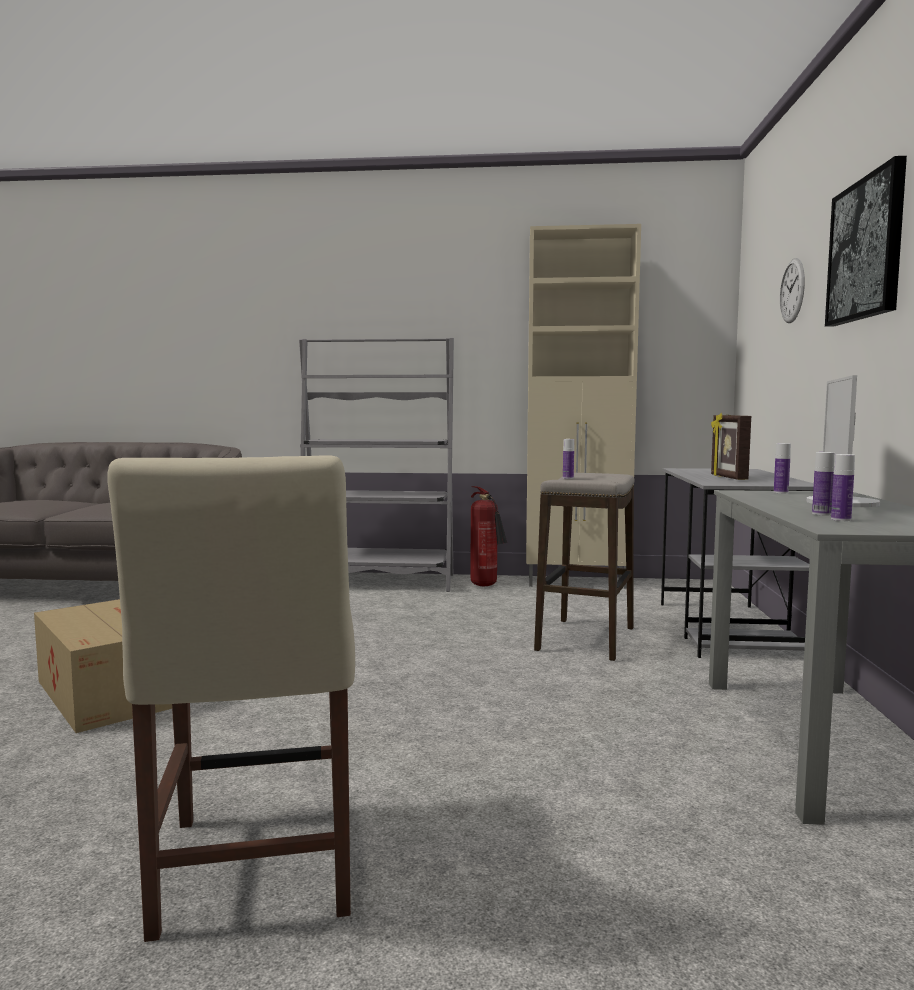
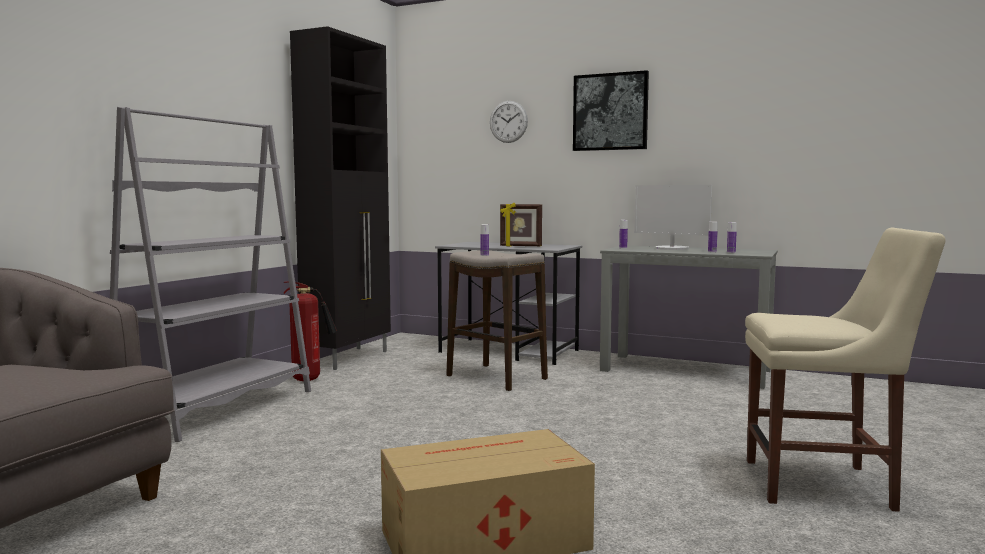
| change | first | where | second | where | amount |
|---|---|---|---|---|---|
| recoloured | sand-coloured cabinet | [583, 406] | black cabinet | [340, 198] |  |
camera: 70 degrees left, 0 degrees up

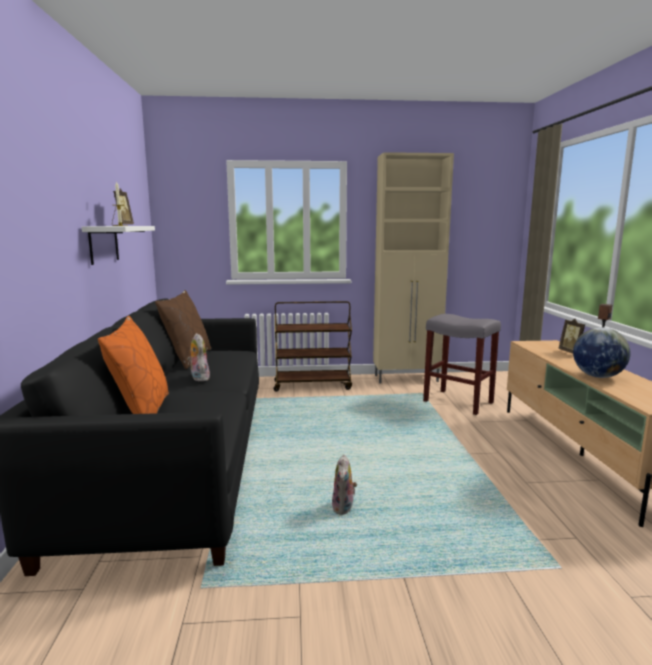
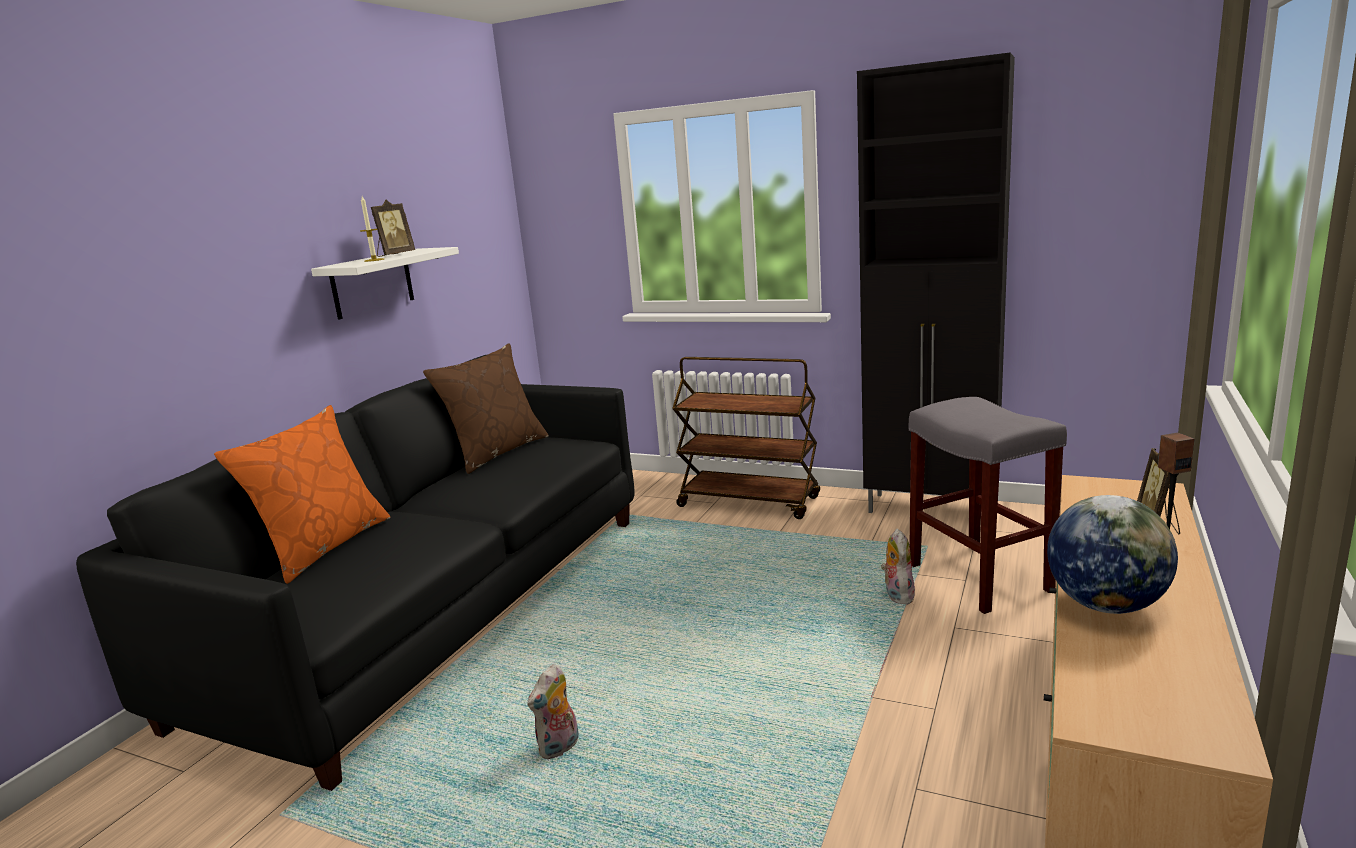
| change | first | where | second | where | amount |
|---|---|---|---|---|---|
| moved | soft toy | [198, 357] |  | [898, 567] |  |
| recoloured | sand-coloured cabinet | [413, 267] | black cabinet | [936, 283] |  |
camera: 30 degrees right, 5 degrees up

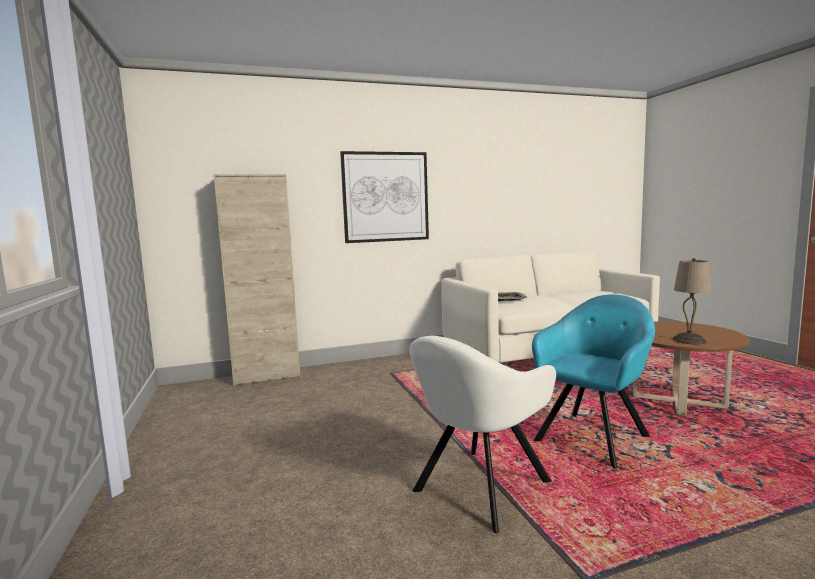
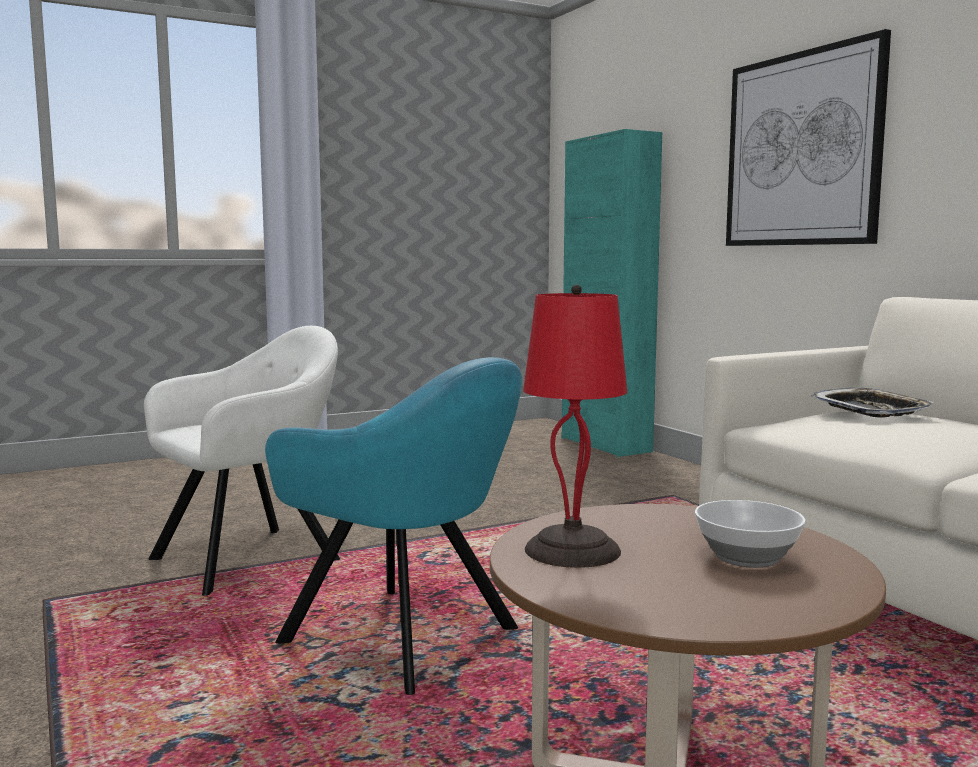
| change | first | where | second | where | amount |
|---|---|---|---|---|---|
| added |  |  | bowl | [750, 534] |  |
| recoloured | sand-coloured cabinet | [257, 280] | blue-green cabinet | [612, 293] |  |
| recoloured | sand-coloured tabletop lamp | [691, 301] | reddish tabletop lamp | [575, 426] |  |
| turned | whitish armchair | [483, 434] |  | [242, 461] | 105 degrees clockwise |
camera: 80 degrees right, 0 degrees up

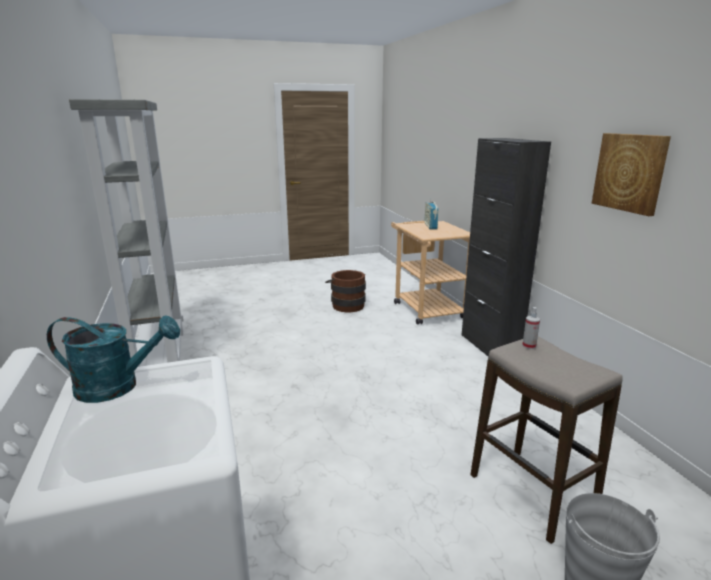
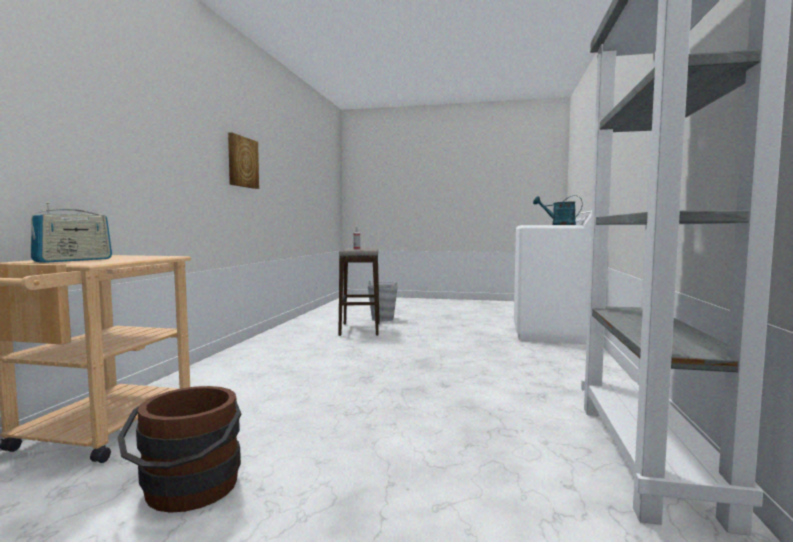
| change | first | where | second | where | amount |
|---|---|---|---|---|---|
| removed | black cabinet | [506, 247] |  |  |  |
camera: 150 degrees left, 15 degrees down

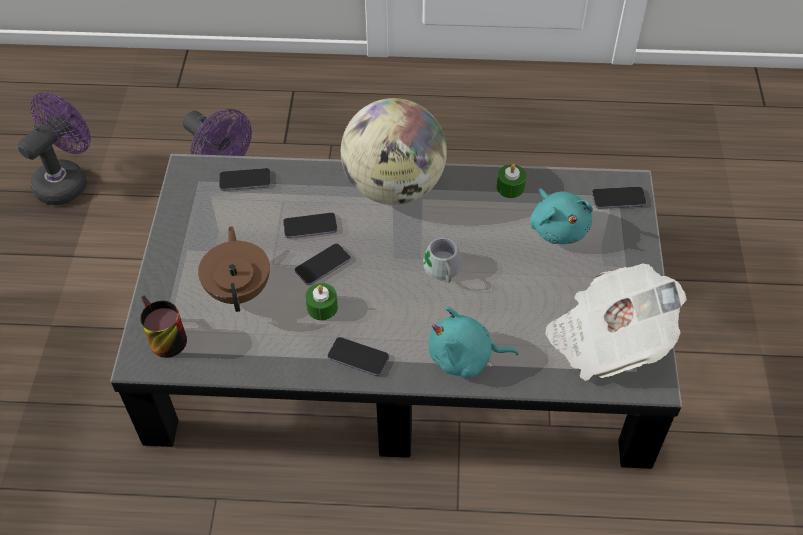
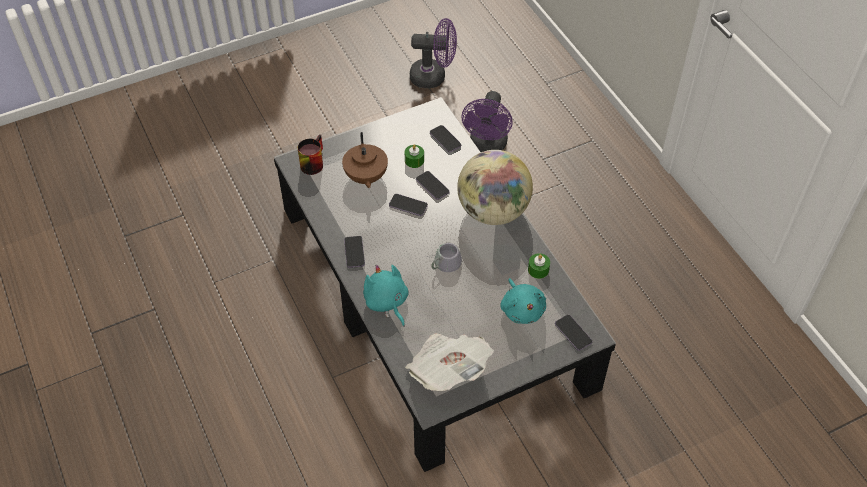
| change | first | where | second | where | amount |
|---|---|---|---|---|---|
| moved | green-coloured candle | [321, 301] |  | [414, 156] |  |
| turned | brown-coloured tea pot | [234, 269] |  | [365, 160] | 120 degrees clockwise |
| turned | blue-green soft toy | [561, 216] |  | [523, 301] | 60 degrees counterclockwise |
camera: 60 degrees right, 0 degrees up

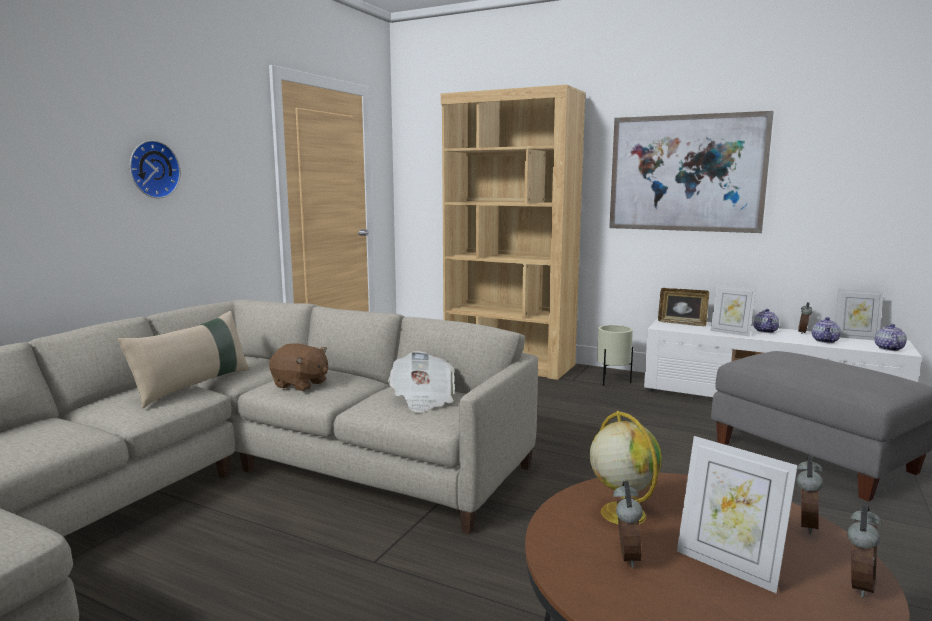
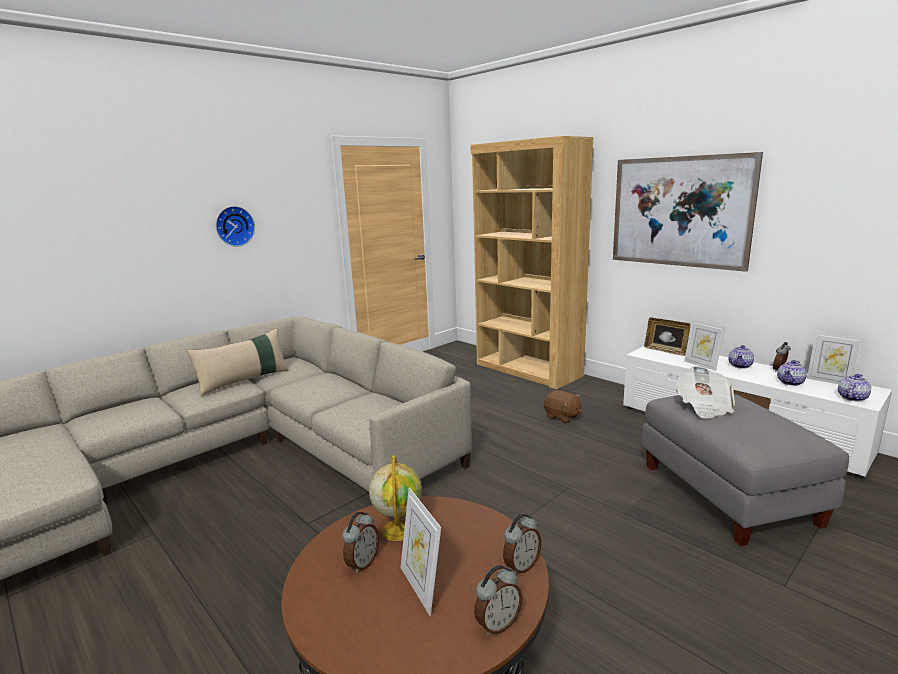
| change | first | where | second | where | amount |
|---|---|---|---|---|---|
| removed | sand-coloured plant pot | [615, 355] |  |  |  |
| moved | brown-coloured soft toy | [298, 367] |  | [563, 406] |  |
| moved | daily paper | [421, 382] |  | [705, 392] |  |
camera: 20 degrees right, 5 degrees up

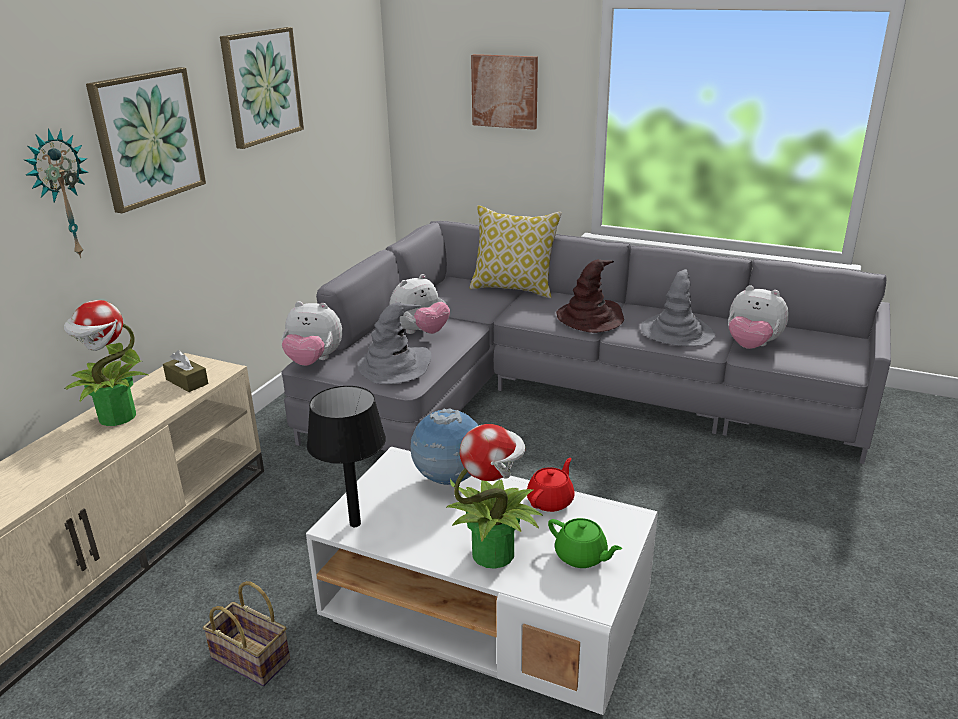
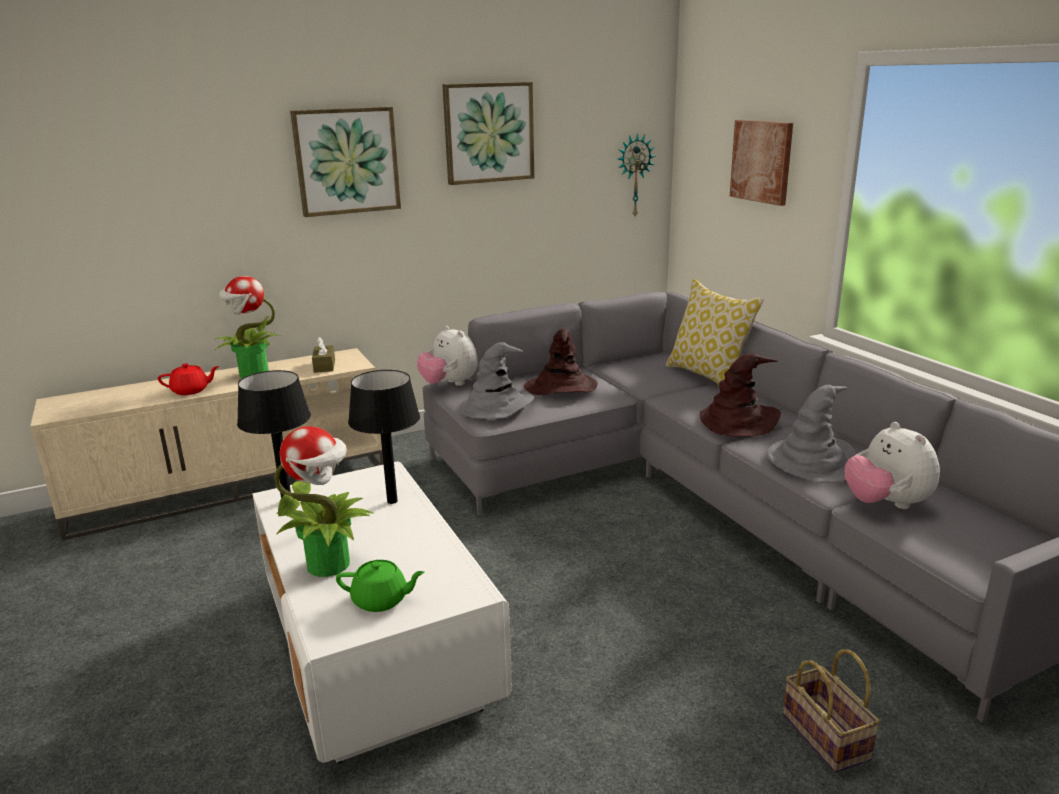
| change | first | where | second | where | amount |
|---|---|---|---|---|---|
| moved | wall clock | [56, 193] |  | [636, 174] |  |
| moved | household basket | [246, 633] |  | [831, 711] |  |
| moved | reddish tea pot | [551, 485] |  | [188, 379] |  |
| replaced | soft toy | [420, 304] | brown-coloured hat | [561, 361] |  |
| replaced | globe | [444, 446] | black tabletop lamp | [384, 437] |  |
| turned | green-coloured tea pot | [585, 543] |  | [380, 586] | 75 degrees counterclockwise |
camera: 40 degrees right, 5 degrees down

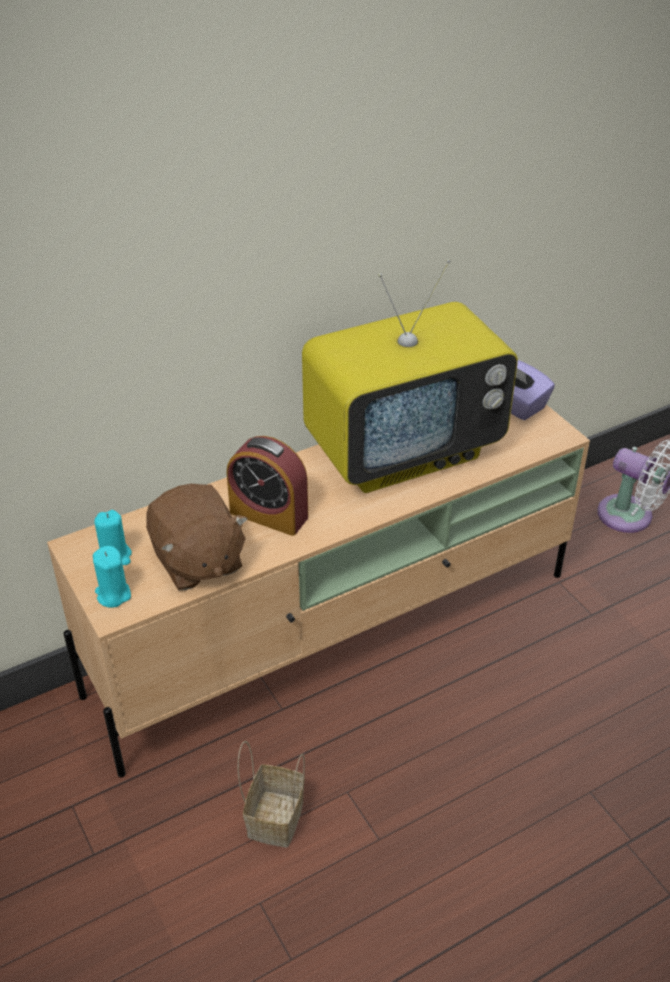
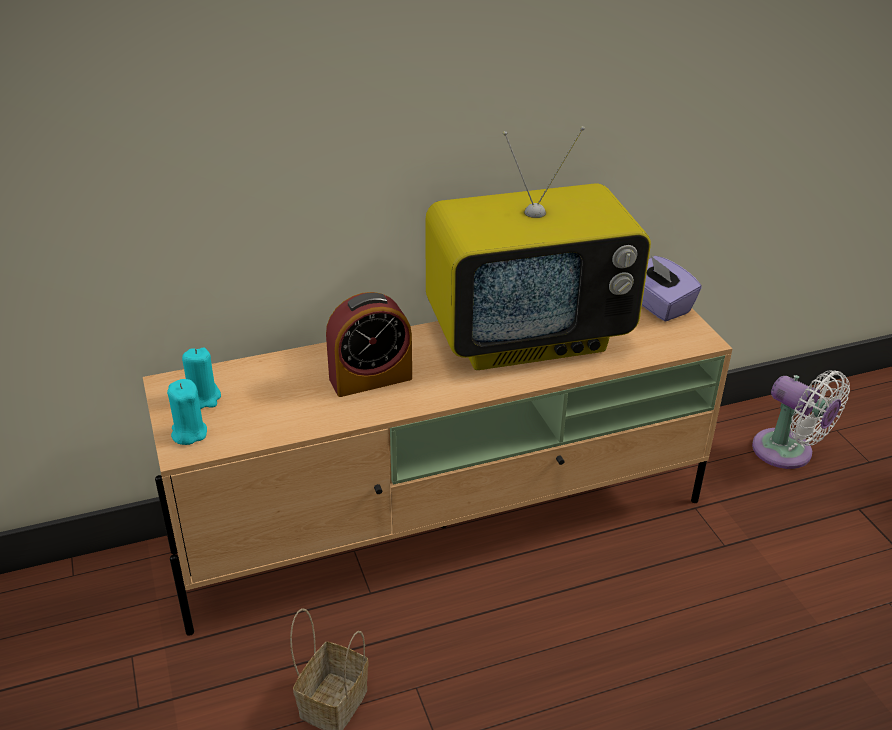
| change | first | where | second | where | amount |
|---|---|---|---|---|---|
| removed | brown-coloured soft toy | [197, 537] |  |  |  |
| turned | table clock | [267, 486] |  | [369, 344] | 60 degrees counterclockwise |
camera: 10 degrees right, 5 degrees down

